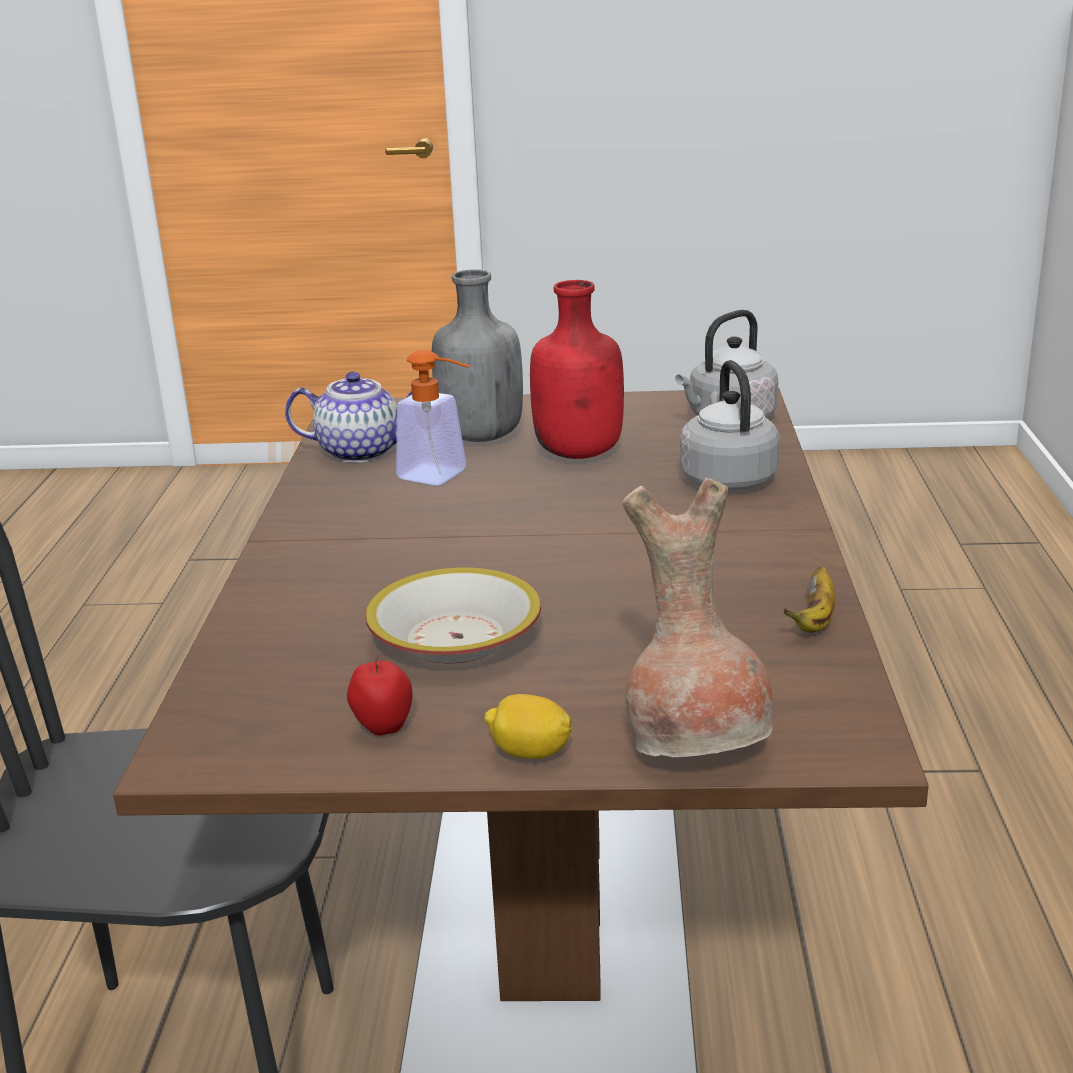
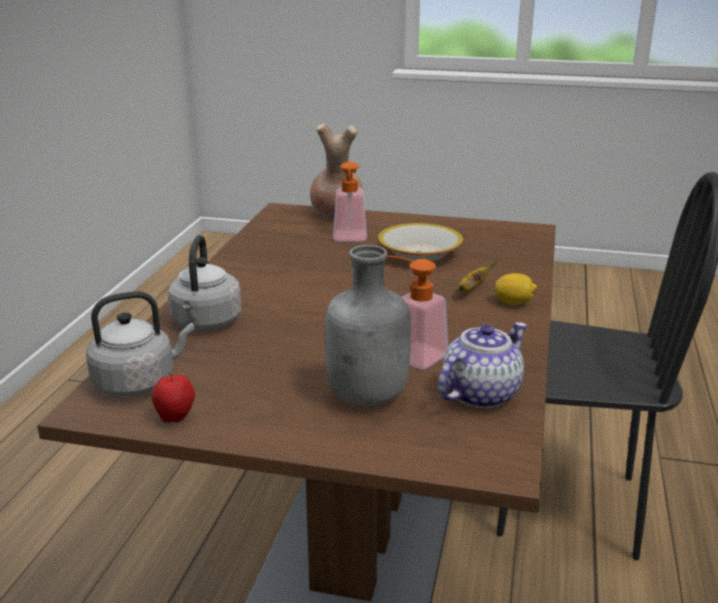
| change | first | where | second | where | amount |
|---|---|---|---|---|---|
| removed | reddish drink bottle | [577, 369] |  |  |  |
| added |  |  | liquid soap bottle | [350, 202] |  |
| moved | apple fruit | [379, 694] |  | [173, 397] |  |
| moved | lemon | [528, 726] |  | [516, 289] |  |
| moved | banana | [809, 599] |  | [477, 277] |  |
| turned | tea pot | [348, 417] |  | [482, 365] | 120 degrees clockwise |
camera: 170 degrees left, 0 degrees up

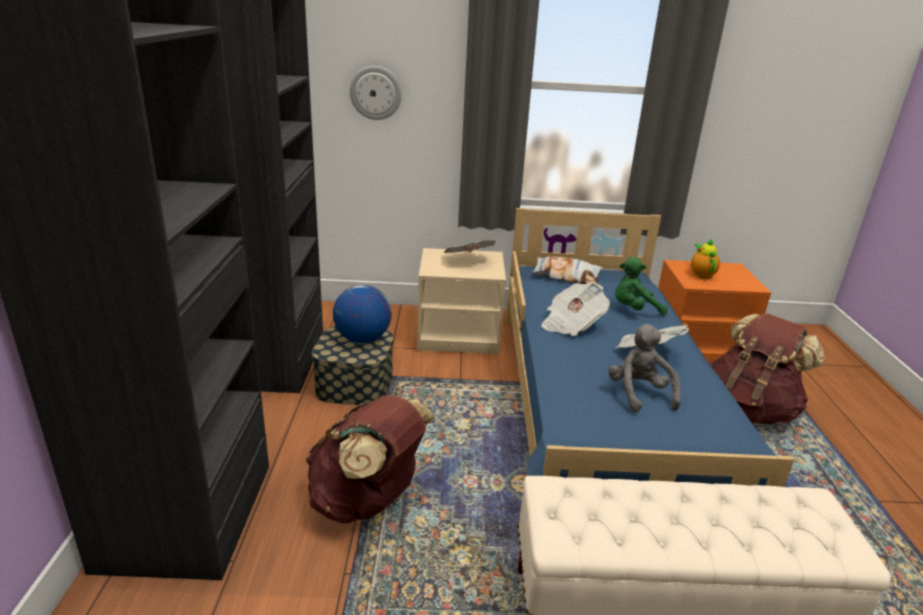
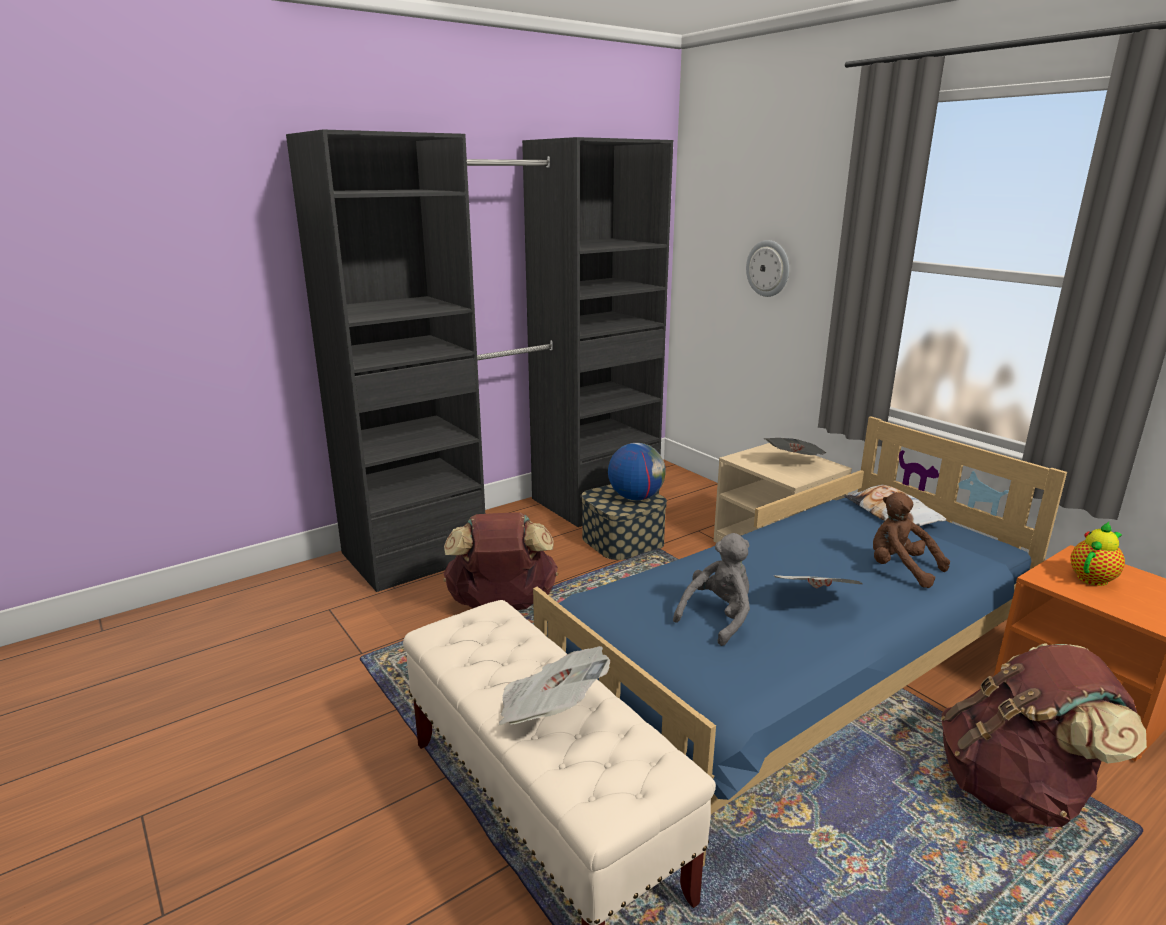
| change | first | where | second | where | amount |
|---|---|---|---|---|---|
| moved | daily paper | [575, 309] |  | [554, 685] |  |
| recoloured | green-coloured soft toy | [641, 286] | brown-coloured soft toy | [911, 540] |  |
camera: 55 degrees right, 5 degrees down

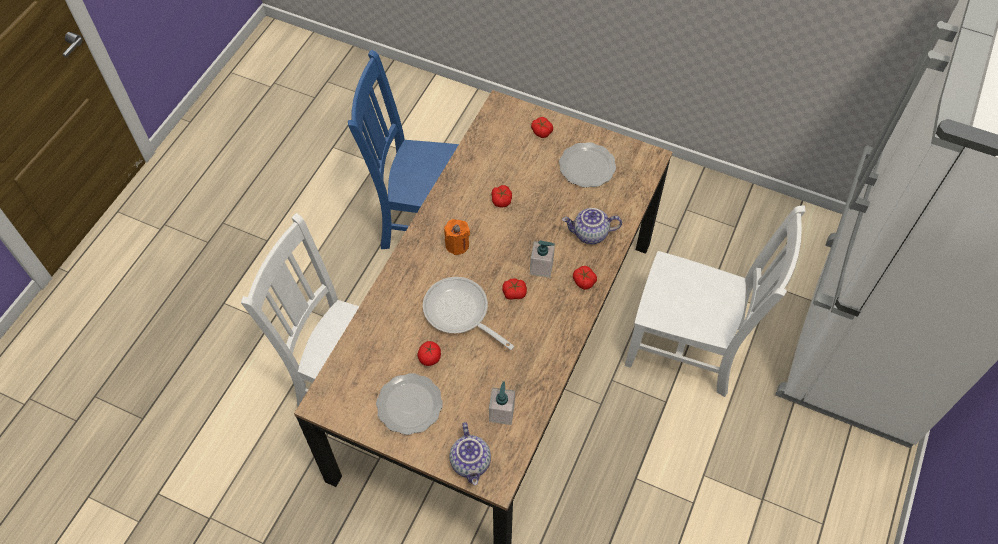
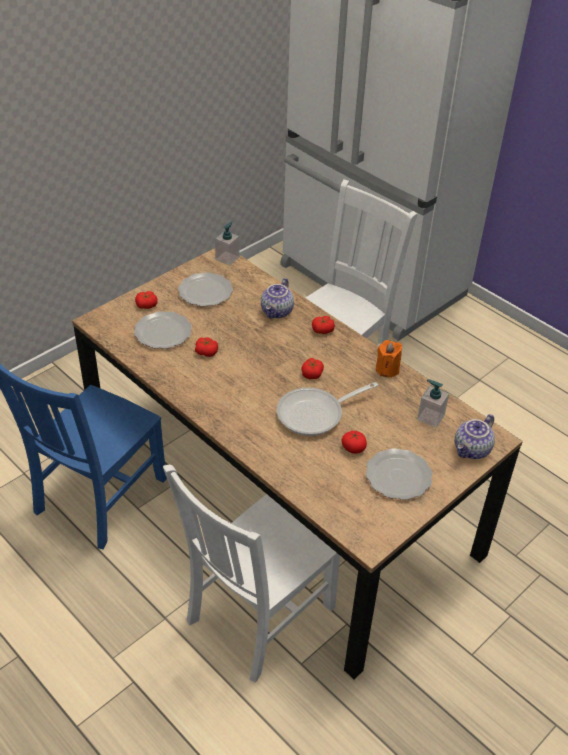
| change | first | where | second | where | amount |
|---|---|---|---|---|---|
| added |  |  | flat dish | [163, 330] |  |
| moved | orange candle | [457, 237] |  | [389, 358] |  |
| moved | liquid soap bottle | [542, 259] |  | [227, 243] |  |
| turned | tea pot | [470, 453] |  | [475, 436] | 120 degrees clockwise |
camera: 70 degrees left, 15 degrees down

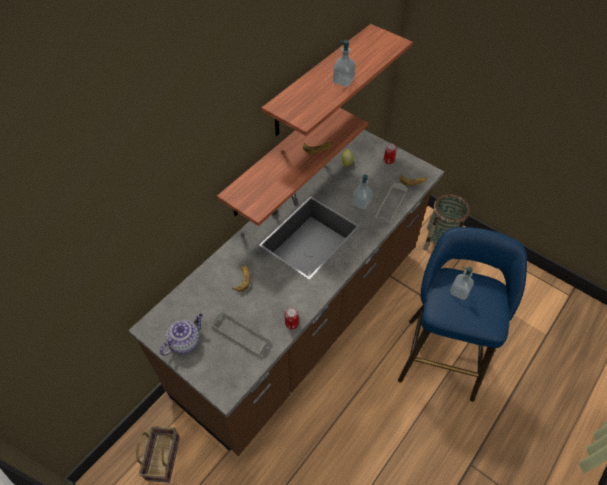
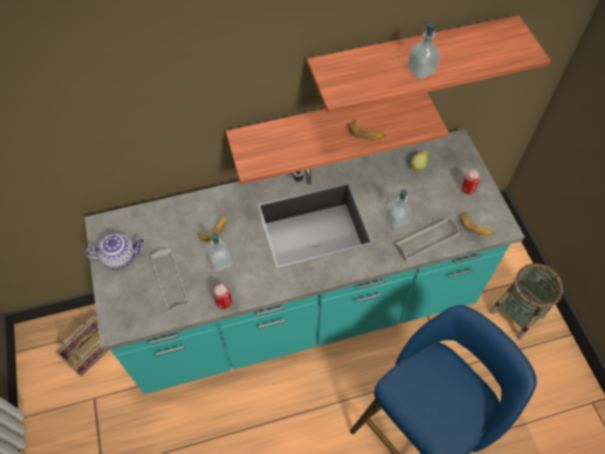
| change | first | where | second | where | amount |
|---|---|---|---|---|---|
| moved | liquid soap bottle | [462, 283] |  | [219, 251] |  |
| recoloured | brown-coloured kitchen counter | [286, 293] | blue-green kitchen counter | [305, 261] |  |
camera: 35 degrees right, 5 degrees up

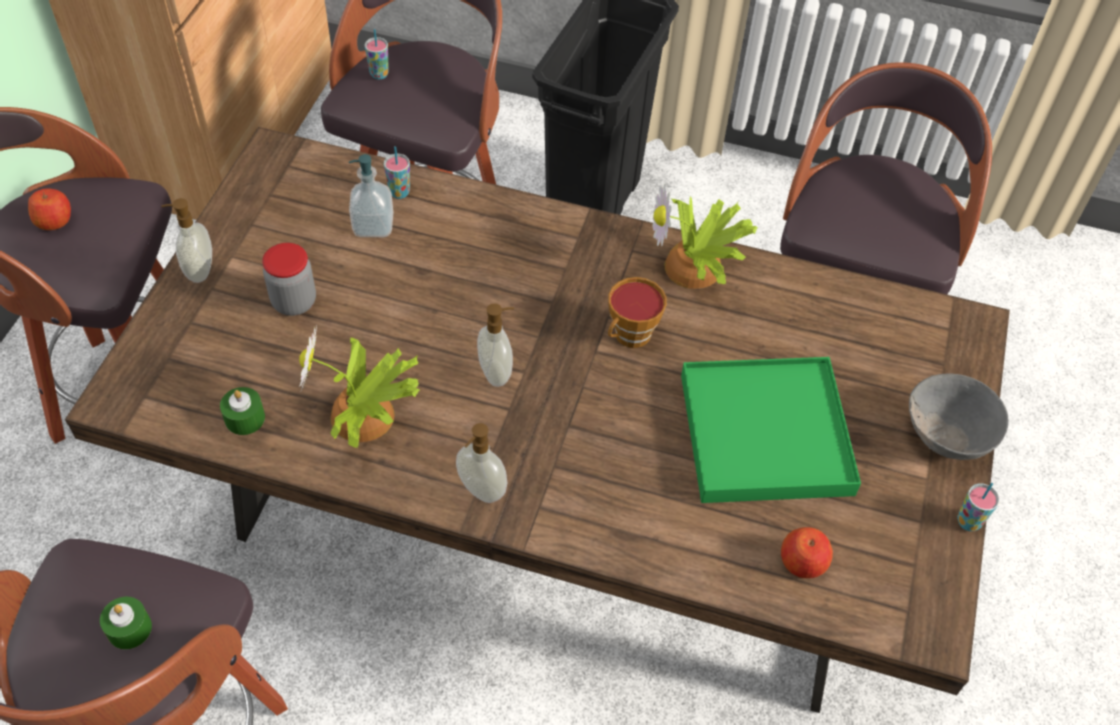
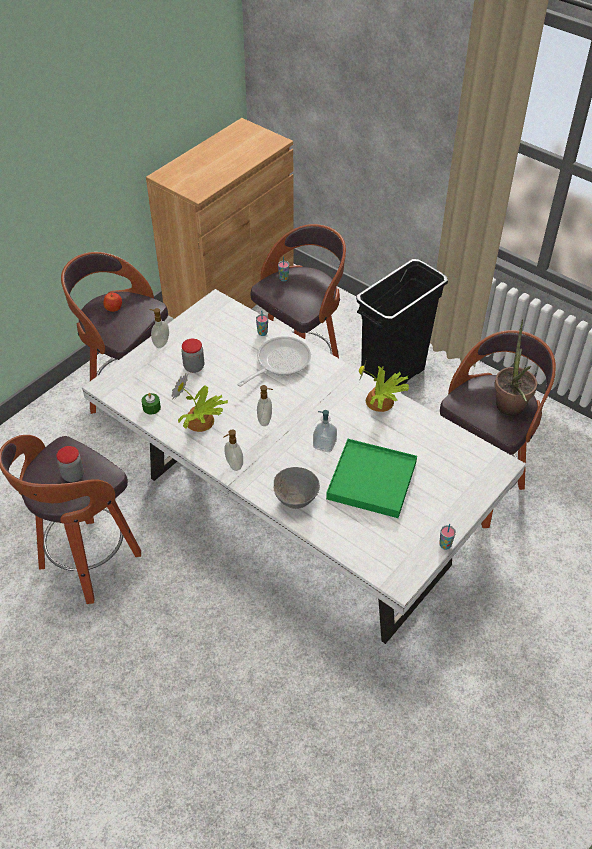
| change | first | where | second | where | amount |
|---|---|---|---|---|---|
| removed | small cup | [637, 312] |  |  |  |
| removed | apple fruit | [807, 552] |  |  |  |
| added |  |  | pan | [274, 361] |  |
| added |  |  | potted plant | [515, 368] |  |
| moved | liquid soap bottle | [371, 195] |  | [325, 431] |  |
| moved | greyish bowl | [959, 416] |  | [296, 488] |  |
| replaced | green-coloured candle | [126, 623] | jar | [70, 464] |  |
| recoloured | brown-coloured kitchen table | [537, 420] | whitish kitchen table | [304, 466] |  |
camera: 25 degrees right, 5 degrees down

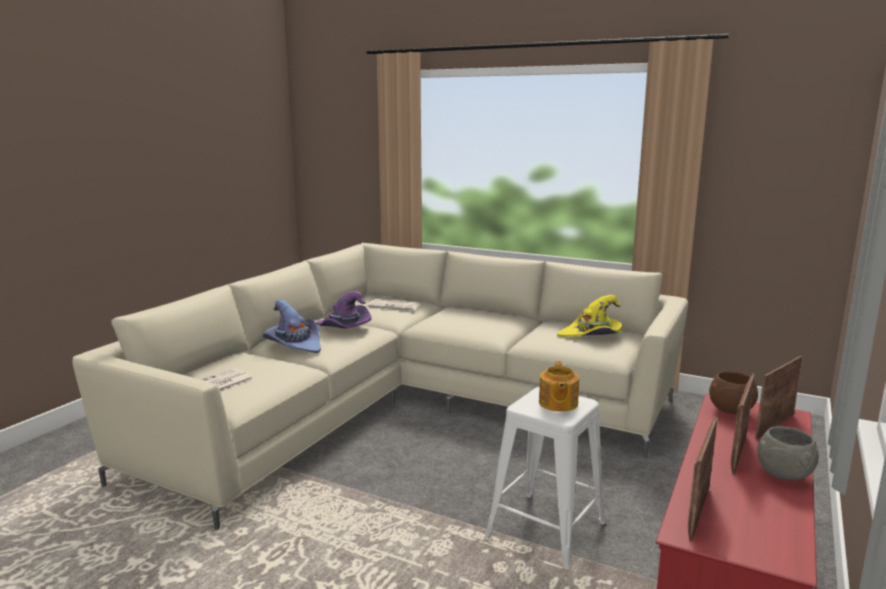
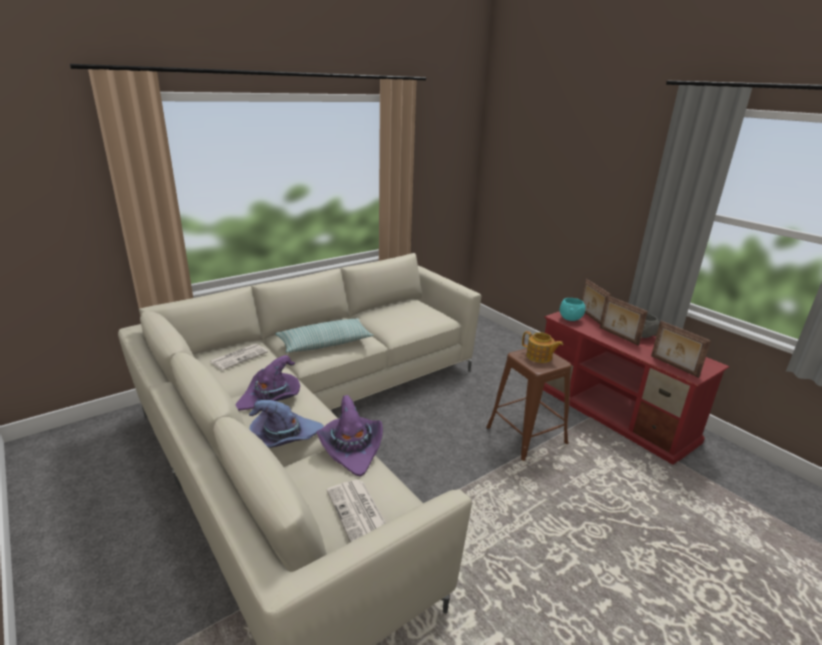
| change | first | where | second | where | amount |
|---|---|---|---|---|---|
| removed | yellow hat | [589, 316] |  |  |  |
| added |  |  | throw pillow | [324, 335] |  |
| added |  |  | purplish hat | [350, 436] |  |
| recoloured | whitish stool seat | [545, 478] | brown-coloured stool seat | [529, 404] |  |
| recoloured | brown-coloured bowl | [733, 392] | blue-green bowl | [572, 309] |  |
camera: 65 degrees left, 10 degrees up

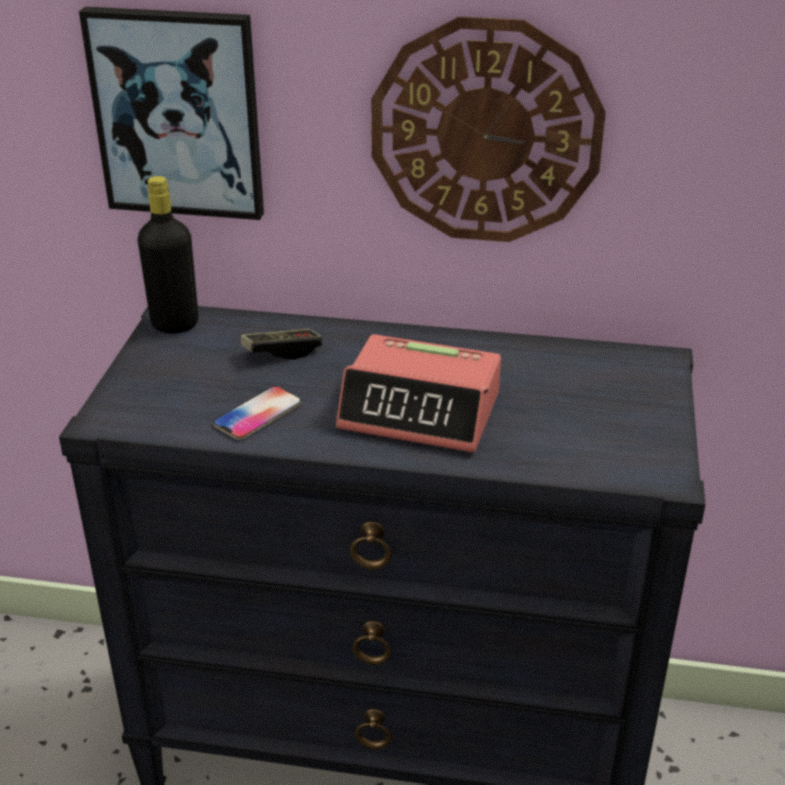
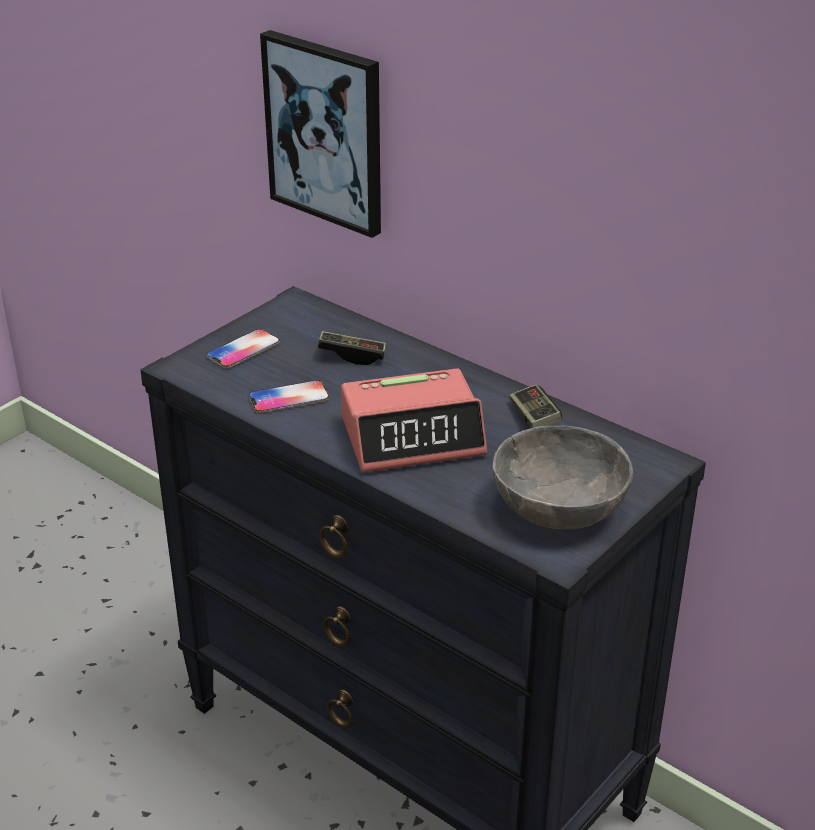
| change | first | where | second | where | amount |
|---|---|---|---|---|---|
| removed | black drink bottle | [168, 254] |  |  |  |
| removed | wall clock | [488, 129] |  |  |  |
| added |  |  | phone | [243, 348] |  |
| added |  |  | greyish bowl | [563, 478] |  |
| added |  |  | joypad | [535, 406] |  |
| turned | table clock | [418, 393] |  | [414, 420] | 60 degrees counterclockwise |
camera: 30 degrees right, 0 degrees up

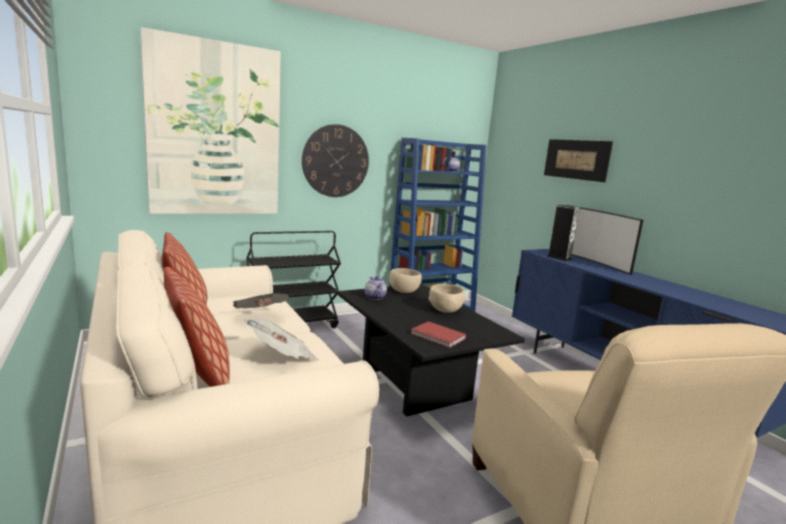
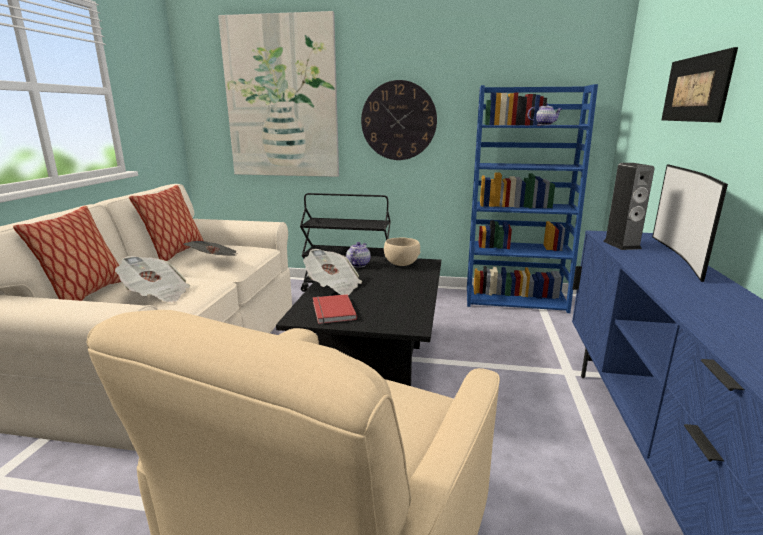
| change | first | where | second | where | amount |
|---|---|---|---|---|---|
| removed | sand-coloured bowl | [447, 298] |  |  |  |
| added |  |  | daily paper | [332, 272] |  |
camera: 40 degrees right, 5 degrees up

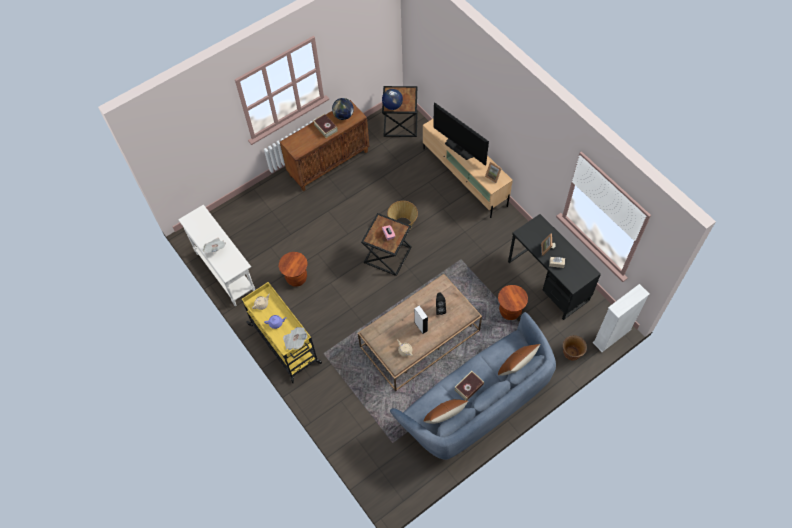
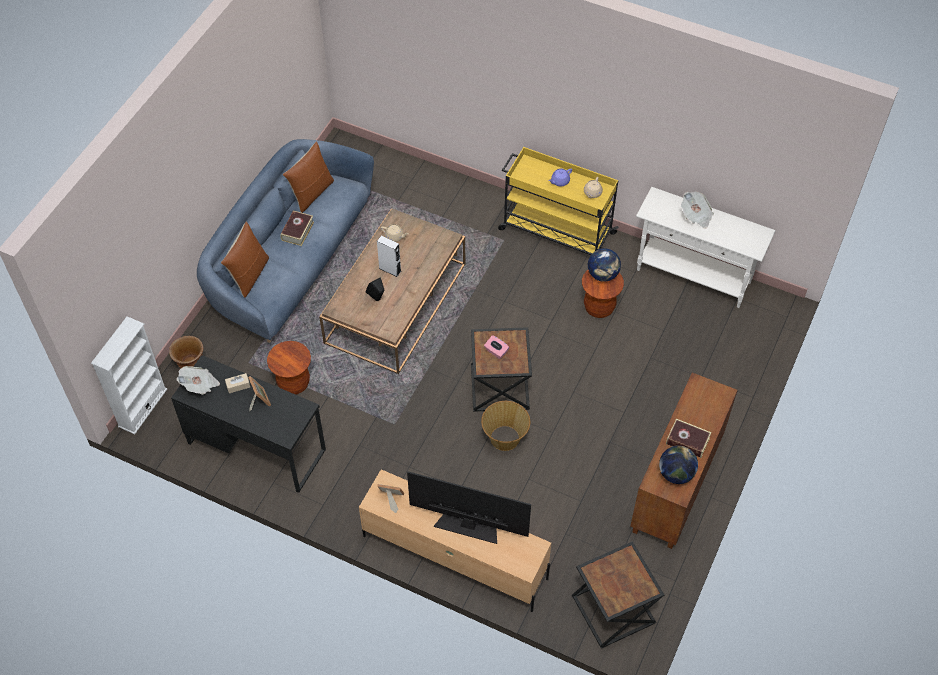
| change | first | where | second | where | amount |
|---|---|---|---|---|---|
| moved | daily paper | [295, 338] |  | [198, 380] |  |
| moved | globe | [392, 99] |  | [604, 265] |  |
camera: 150 degrees right, 5 degrees down

